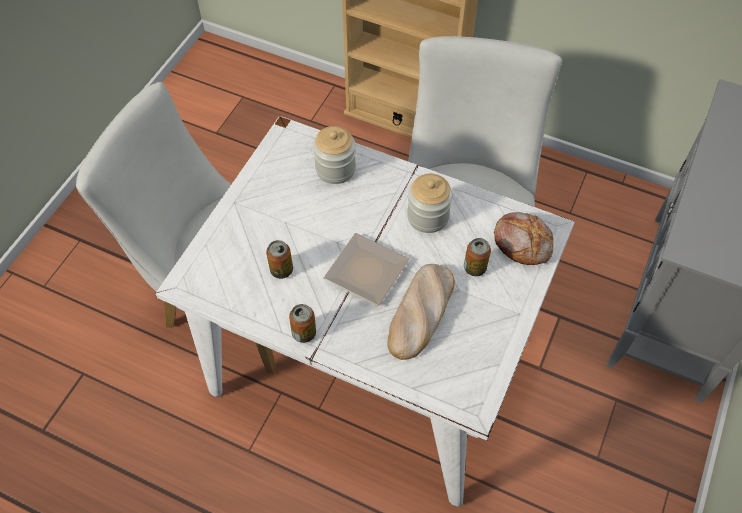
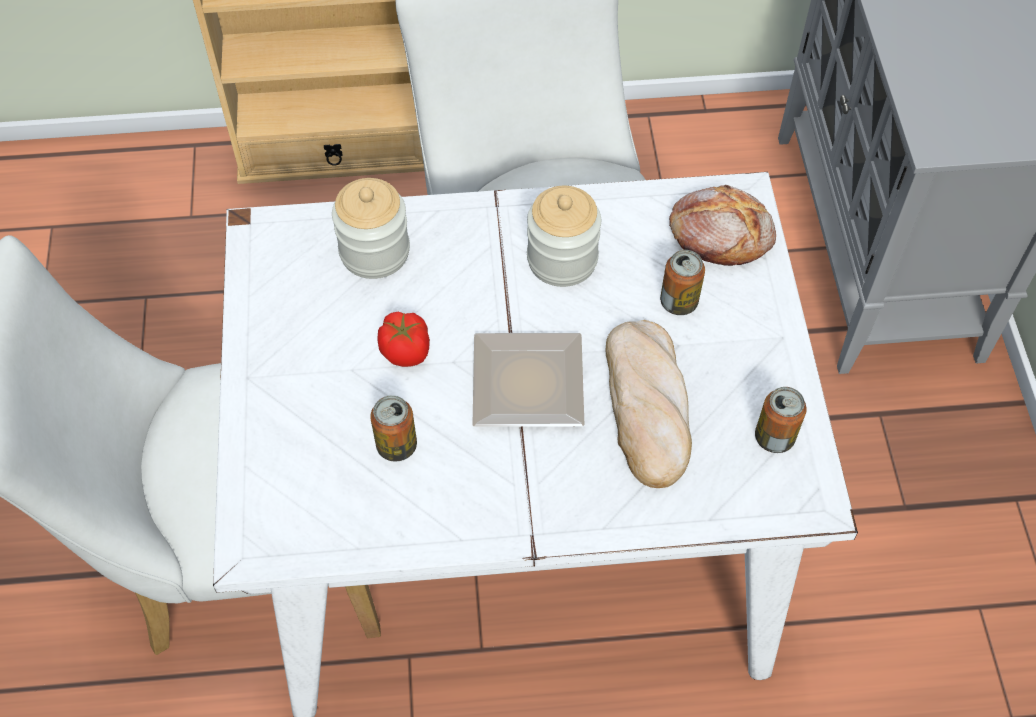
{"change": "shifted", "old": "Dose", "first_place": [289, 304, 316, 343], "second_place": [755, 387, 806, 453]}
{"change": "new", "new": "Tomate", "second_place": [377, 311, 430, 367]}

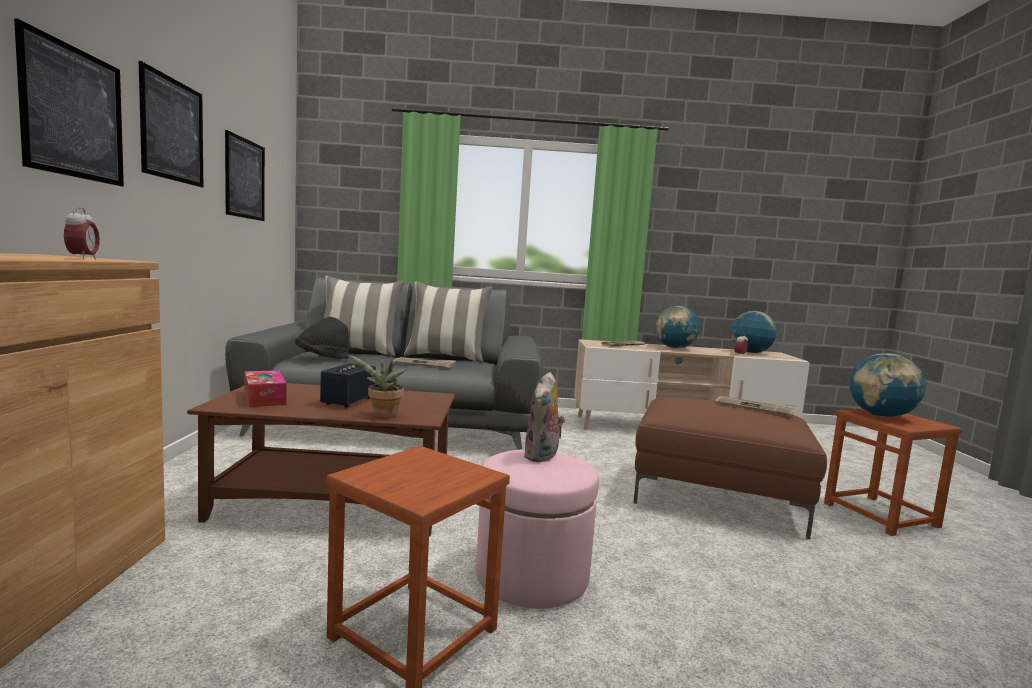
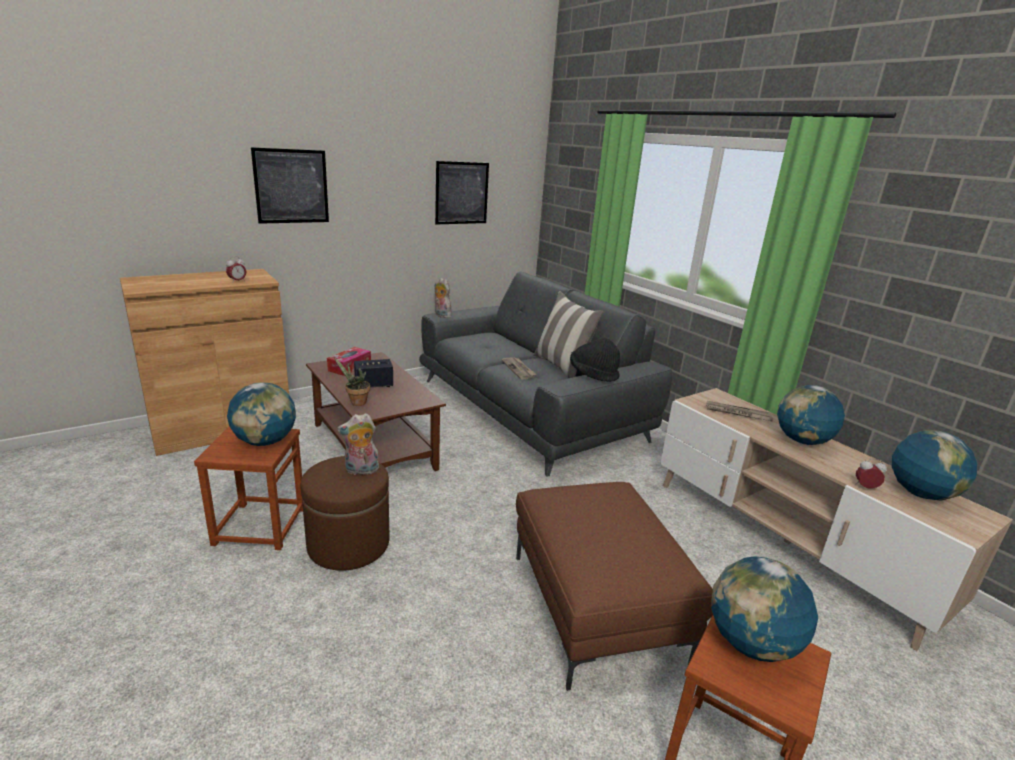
{"change": "gone", "old": "Bild", "first_place": [139, 61, 203, 187]}
{"change": "shifted", "old": "Hut [schwarz]", "first_place": [295, 317, 350, 359], "second_place": [570, 338, 620, 382]}
{"change": "gone", "old": "Kissen", "first_place": [324, 276, 404, 357]}
{"change": "repainted", "old": "Polsterhocker [rosa]", "new": "Polsterhocker [braun]", "first_place": [476, 449, 599, 609], "second_place": [300, 456, 389, 571]}
{"change": "gone", "old": "Zeitung", "first_place": [715, 396, 797, 416]}
{"change": "new", "new": "Globus", "second_place": [227, 382, 296, 446]}
{"change": "new", "new": "Plüschtier", "second_place": [435, 278, 452, 318]}

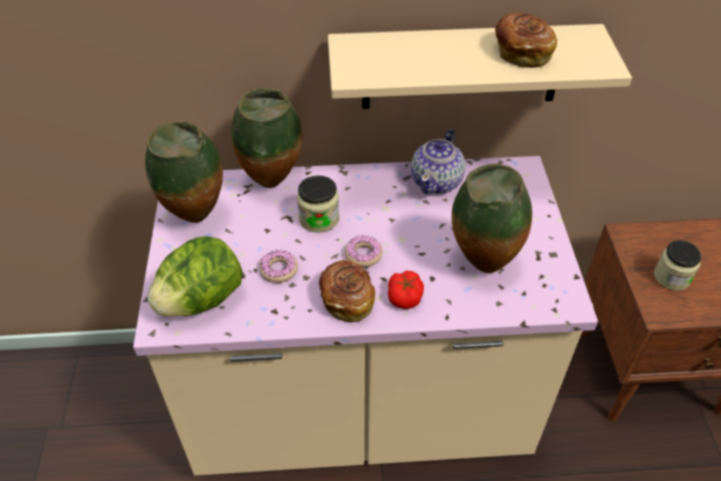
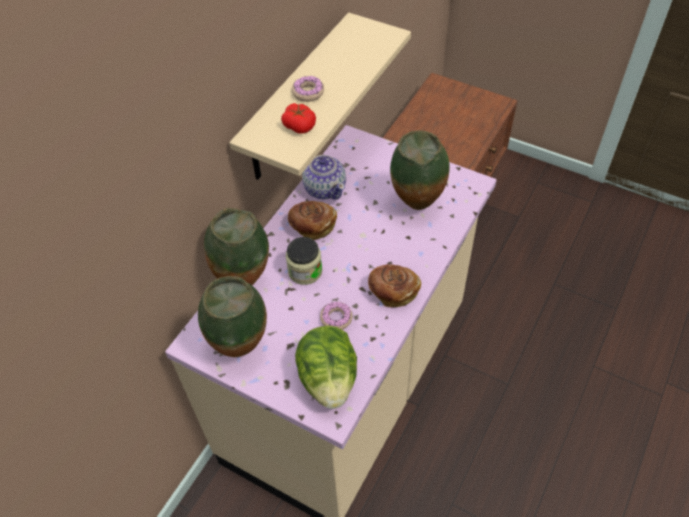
{"change": "shifted", "old": "Donut", "first_place": [345, 235, 383, 267], "second_place": [292, 75, 324, 102]}
{"change": "shifted", "old": "Tomate", "first_place": [388, 271, 424, 309], "second_place": [281, 103, 316, 134]}
{"change": "shifted", "old": "Brot", "first_place": [495, 13, 557, 68], "second_place": [288, 201, 337, 240]}
{"change": "gone", "old": "Vorratsglas", "first_place": [654, 240, 701, 291]}

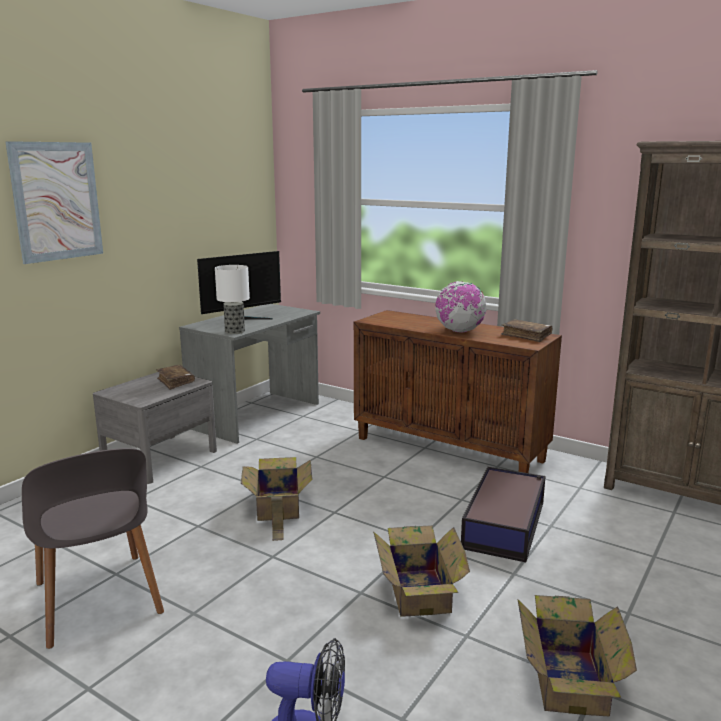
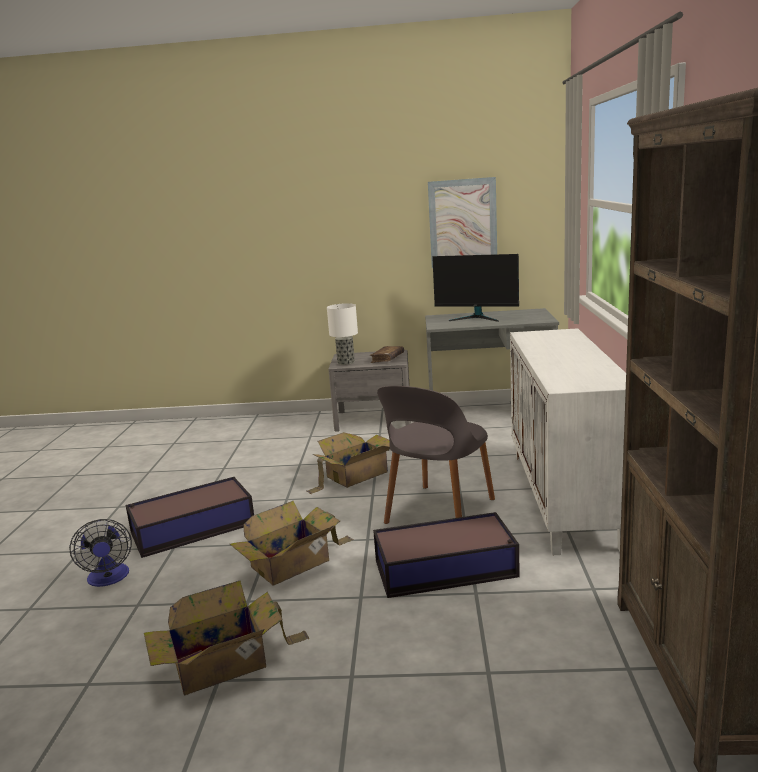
{"change": "shifted", "old": "Bild", "first_place": [5, 141, 103, 264], "second_place": [428, 177, 497, 268]}
{"change": "shifted", "old": "Stuhl [grau]", "first_place": [22, 448, 164, 649], "second_place": [377, 386, 495, 524]}
{"change": "shifted", "old": "Tischlampe", "first_place": [215, 265, 250, 334], "second_place": [327, 303, 358, 365]}
{"change": "repainted", "old": "Schrank [braun]", "new": "Schrank [weiß]", "first_place": [354, 310, 562, 473], "second_place": [510, 328, 626, 555]}
{"change": "gone", "old": "Globus", "first_place": [435, 281, 487, 333]}
{"change": "gone", "old": "Buch [braun]", "first_place": [501, 319, 552, 342]}
{"change": "new", "new": "Aufbewahrungsbox", "second_place": [126, 477, 254, 558]}

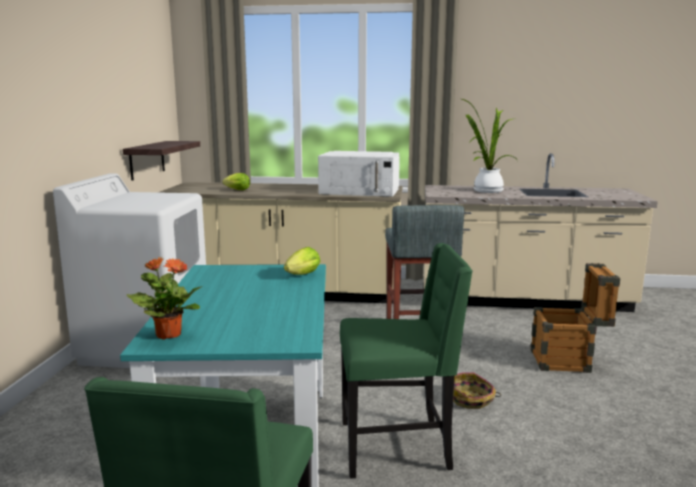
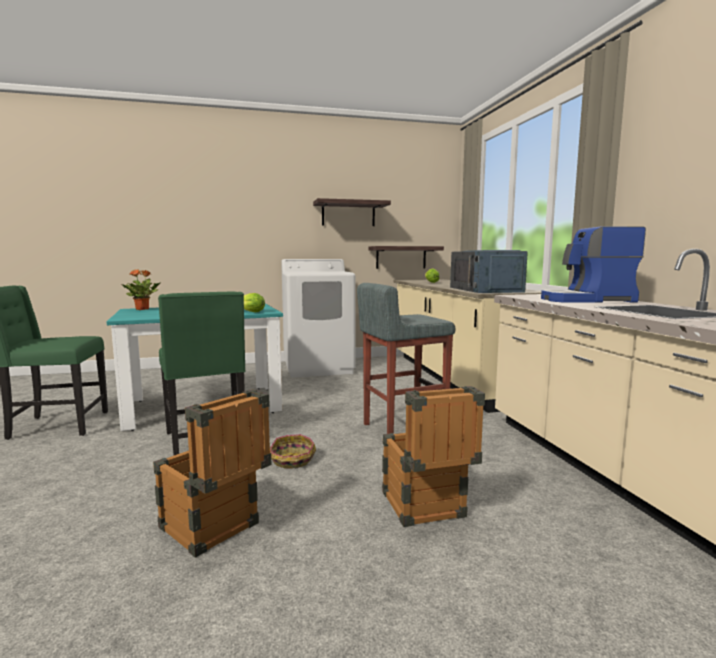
{"change": "repainted", "old": "Mikrowelle [weiß]", "new": "Mikrowelle [blau]", "first_place": [318, 151, 400, 197], "second_place": [450, 250, 528, 293]}
{"change": "swapped", "old": "Topfpflanze", "new": "Kaffeemaschine", "first_place": [462, 99, 517, 193], "second_place": [541, 226, 646, 303]}
{"change": "new", "new": "Kiste", "second_place": [153, 389, 271, 558]}
{"change": "new", "new": "Wandregal", "second_place": [313, 198, 391, 226]}

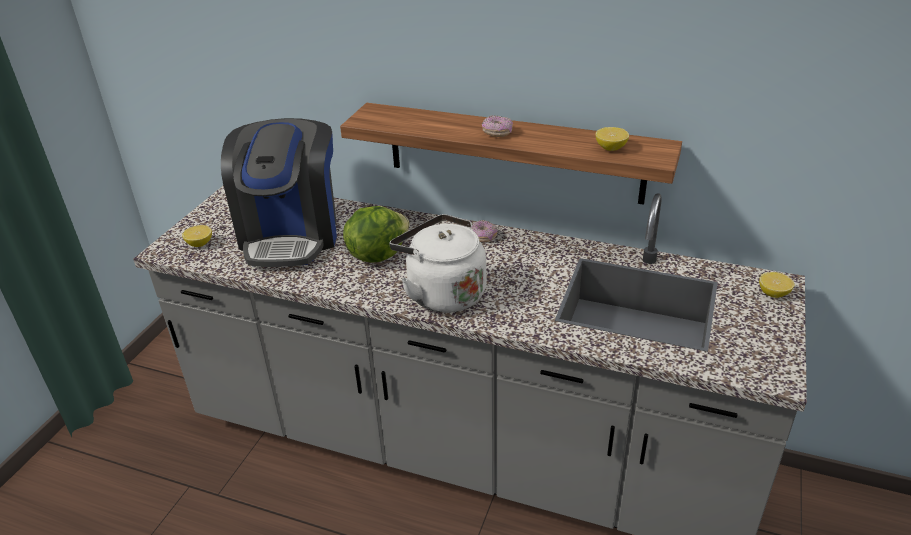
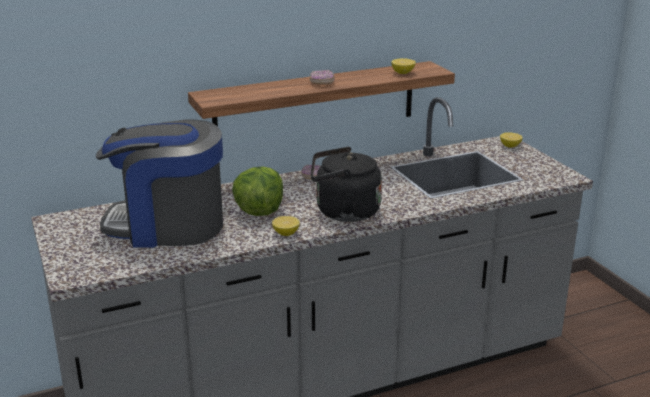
{"change": "shifted", "old": "Zitrone", "first_place": [182, 225, 212, 247], "second_place": [272, 216, 300, 236]}
{"change": "rotated", "old": "Kaffeemaschine", "first_place": [221, 118, 337, 267], "second_place": [96, 120, 223, 248], "degrees": 135}
{"change": "repainted", "old": "Wasserkessel [weiß]", "new": "Wasserkessel [schwarz]", "first_place": [389, 214, 486, 313], "second_place": [311, 147, 382, 222]}

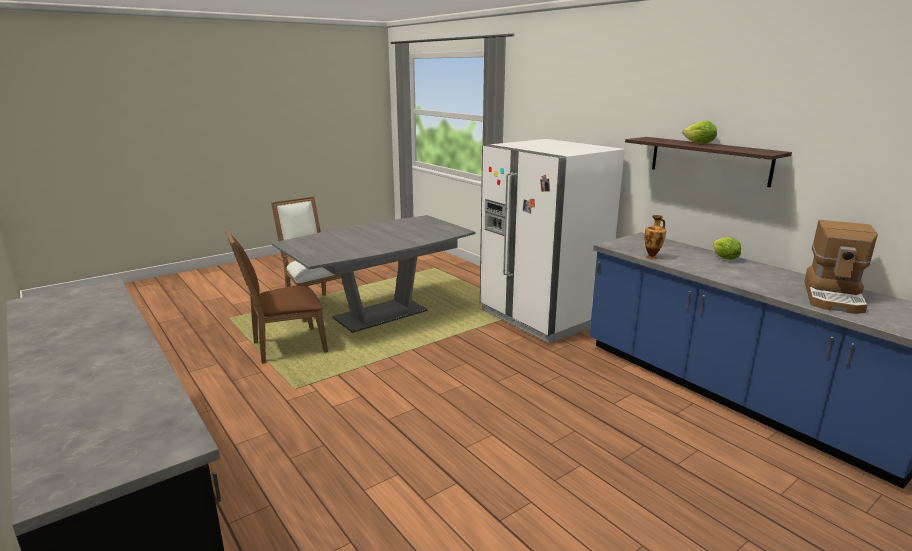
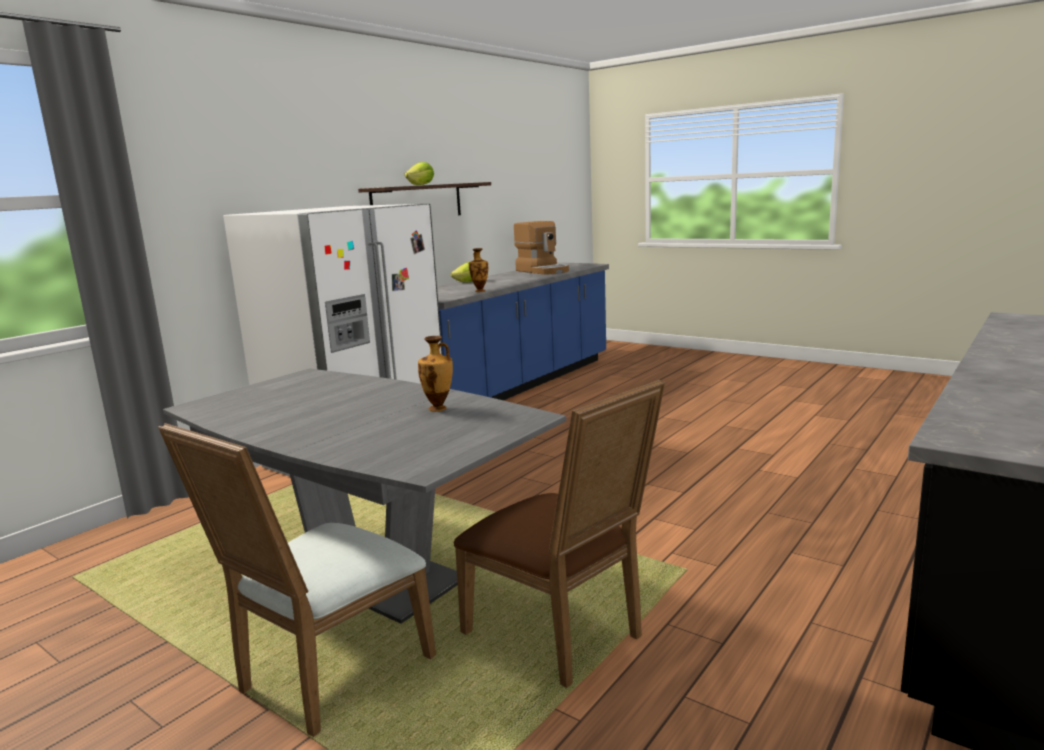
{"change": "rotated", "old": "Kaffeemaschine", "first_place": [804, 220, 878, 314], "second_place": [514, 221, 569, 275], "degrees": 45}
{"change": "new", "new": "Vase", "second_place": [418, 336, 453, 412]}

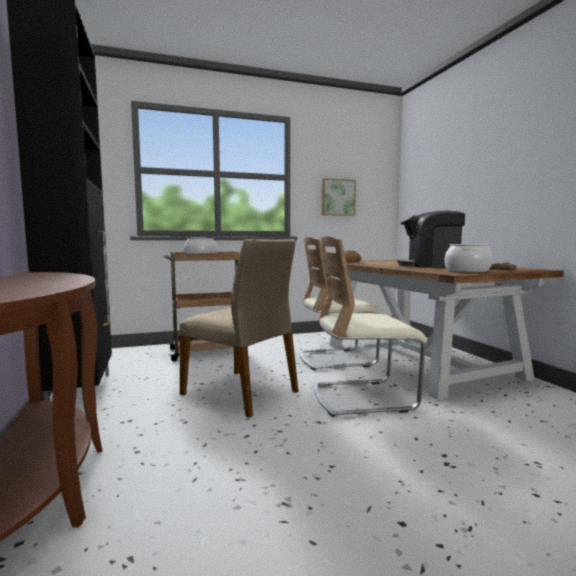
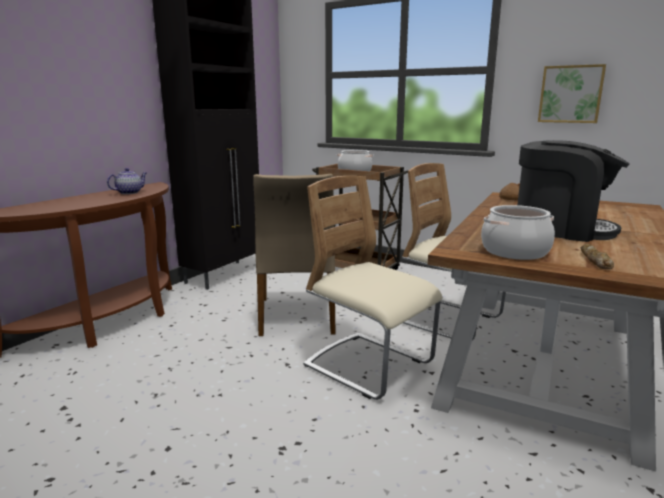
{"change": "rotated", "old": "Kaffeemaschine", "first_place": [397, 211, 465, 268], "second_place": [517, 140, 629, 242], "degrees": 150}
{"change": "new", "new": "Teekanne", "second_place": [107, 168, 146, 194]}

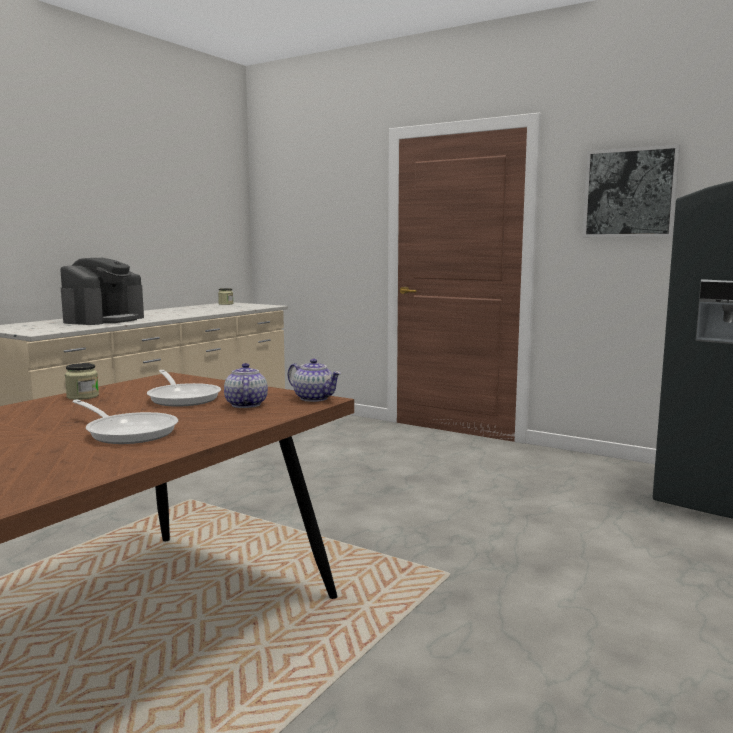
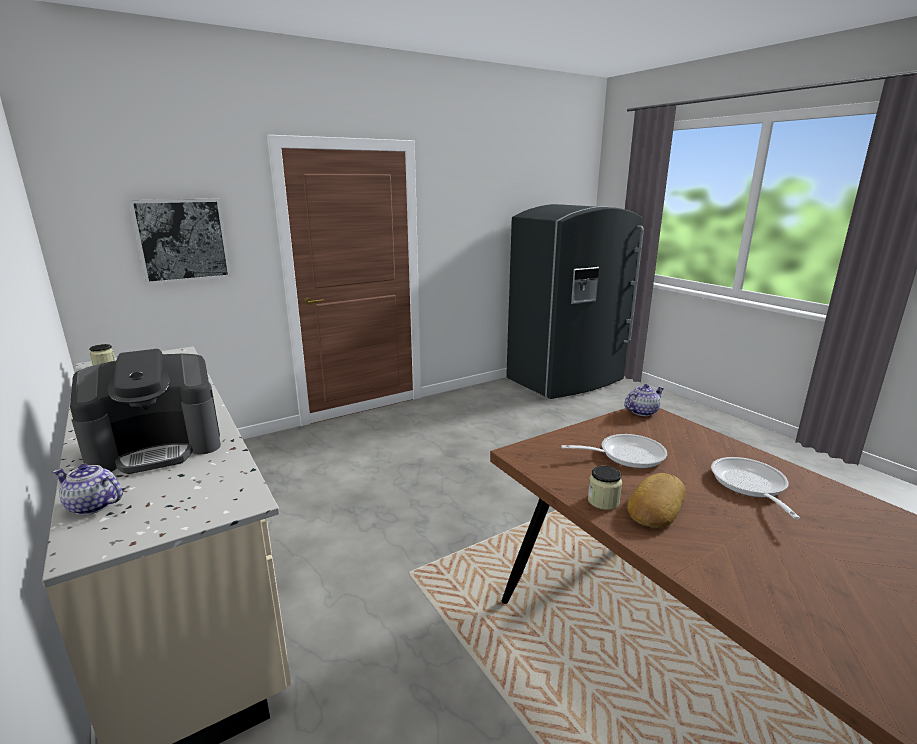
{"change": "rotated", "old": "Kaffeemaschine", "first_place": [60, 258, 144, 325], "second_place": [70, 349, 221, 474], "degrees": 105}
{"change": "rotated", "old": "Pfanne", "first_place": [72, 399, 178, 444], "second_place": [711, 457, 800, 519], "degrees": -60}
{"change": "shifted", "old": "Teekanne", "first_place": [224, 363, 268, 408], "second_place": [53, 464, 123, 515]}
{"change": "shifted", "old": "Bild", "first_place": [583, 144, 680, 237], "second_place": [129, 198, 231, 285]}
{"change": "new", "new": "Brot", "second_place": [627, 473, 686, 528]}

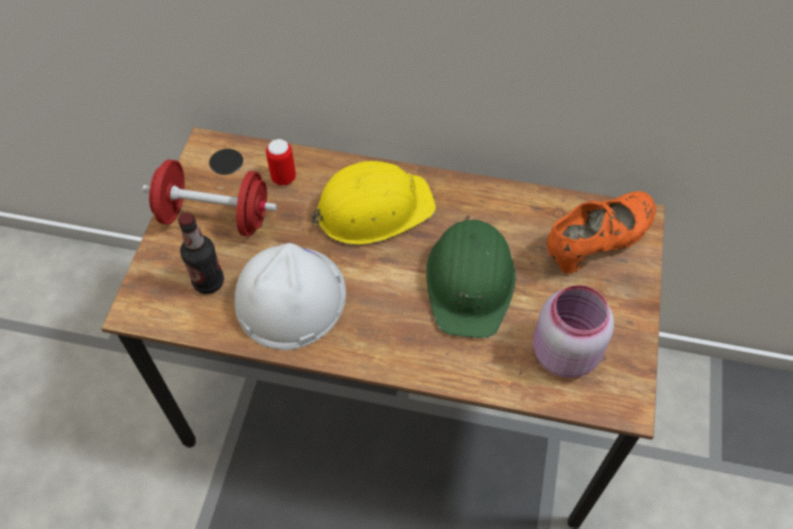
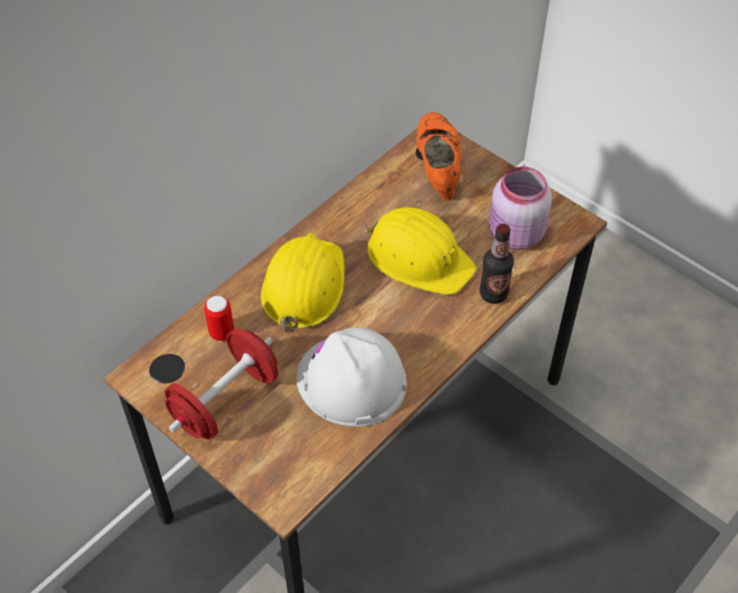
{"change": "shifted", "old": "Flasche", "first_place": [178, 213, 224, 294], "second_place": [480, 224, 514, 304]}
{"change": "repainted", "old": "Schutzhelm [grün]", "new": "Schutzhelm [gelb]", "first_place": [426, 215, 516, 338], "second_place": [365, 207, 476, 295]}

